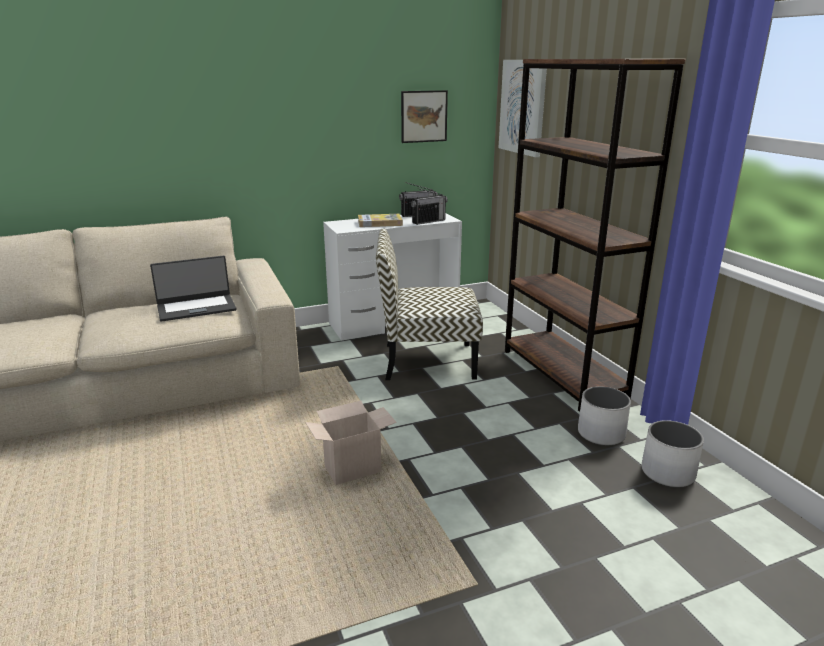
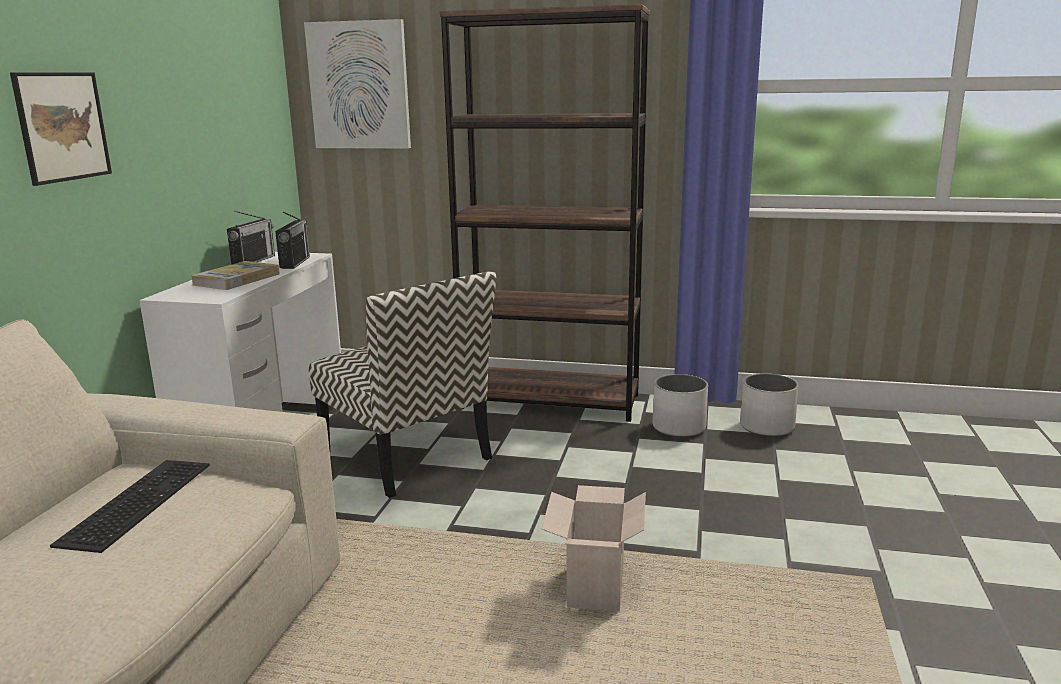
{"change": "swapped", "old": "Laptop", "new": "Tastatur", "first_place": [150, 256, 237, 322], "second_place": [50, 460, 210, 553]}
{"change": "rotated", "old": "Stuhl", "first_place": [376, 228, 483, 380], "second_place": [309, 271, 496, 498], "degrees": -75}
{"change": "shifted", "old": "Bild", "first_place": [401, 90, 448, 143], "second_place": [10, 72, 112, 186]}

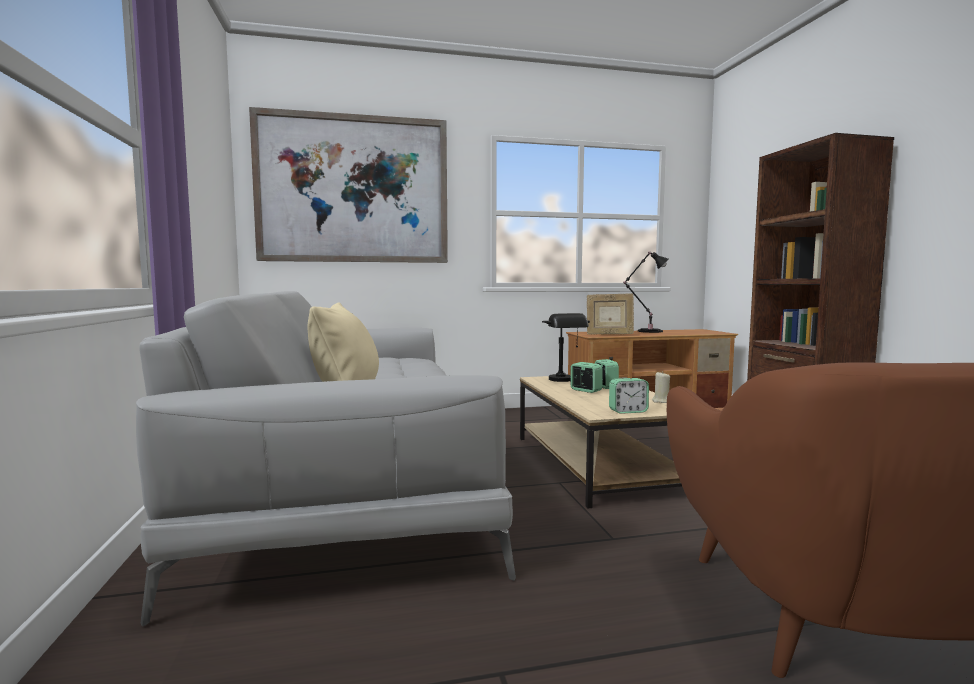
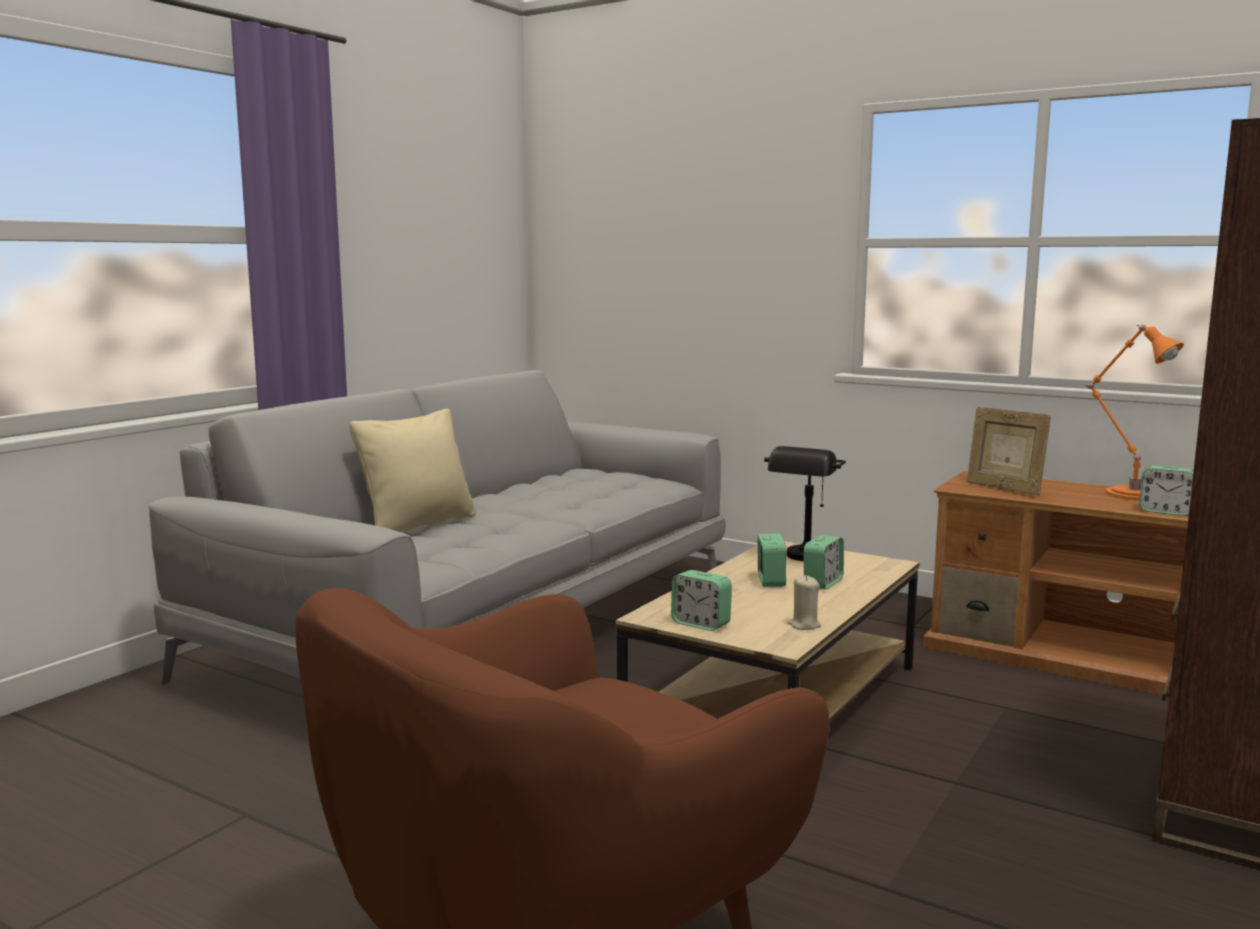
{"change": "gone", "old": "Bild", "first_place": [249, 107, 448, 263]}
{"change": "repainted", "old": "Tischlampe [schwarz]", "new": "Tischlampe [orange]", "first_place": [623, 252, 668, 333], "second_place": [1084, 325, 1184, 501]}
{"change": "new", "new": "Wecker", "second_place": [1139, 465, 1194, 516]}

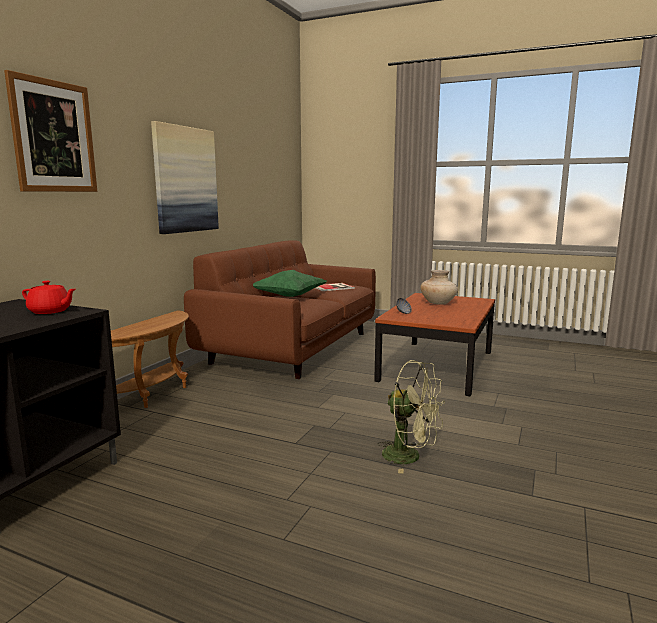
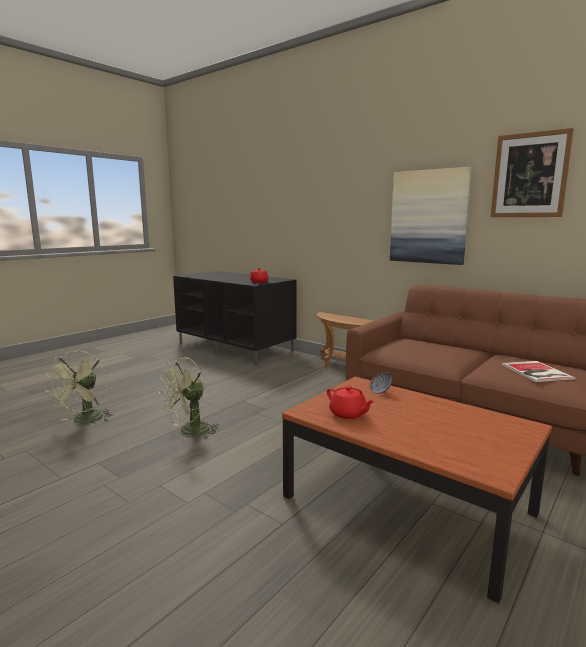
{"change": "shifted", "old": "Bild", "first_place": [4, 70, 97, 192], "second_place": [490, 128, 574, 217]}
{"change": "gone", "old": "Kissen [grün]", "first_place": [253, 270, 327, 297]}
{"change": "gone", "old": "Vase [beige]", "first_place": [420, 270, 458, 305]}
{"change": "new", "new": "Ventilator [grün]", "second_place": [46, 350, 113, 423]}
{"change": "new", "new": "Teekanne [rot]", "second_place": [327, 386, 375, 419]}

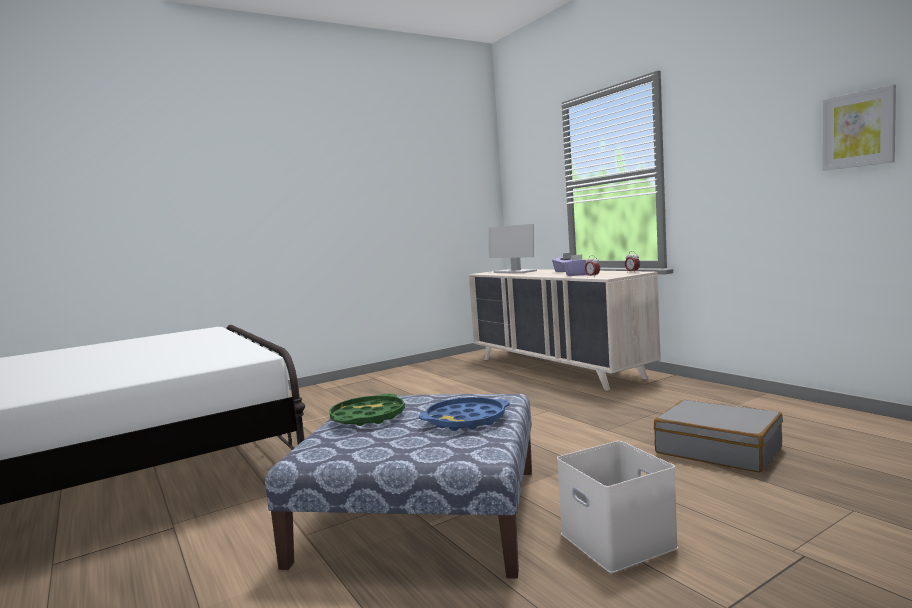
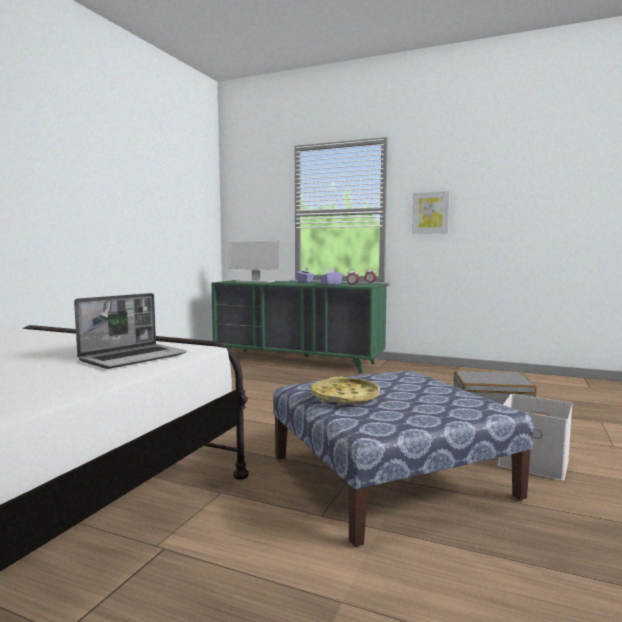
{"change": "repainted", "old": "Tablett [grün]", "new": "Tablett [gelb]", "first_place": [329, 394, 405, 426], "second_place": [311, 377, 380, 405]}
{"change": "gone", "old": "Tablett [blau]", "first_place": [419, 397, 510, 431]}
{"change": "repainted", "old": "Kommode [beige]", "new": "Kommode [grün]", "first_place": [469, 269, 661, 391], "second_place": [211, 280, 387, 374]}
{"change": "shifted", "old": "Bild", "first_place": [823, 84, 896, 171], "second_place": [412, 191, 450, 234]}
{"change": "new", "new": "Laptop", "second_place": [74, 293, 187, 369]}

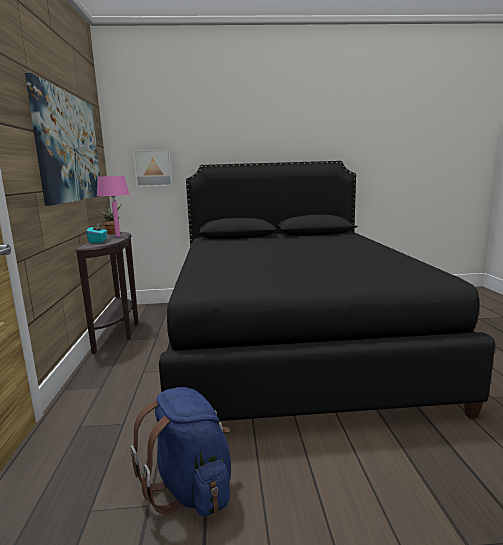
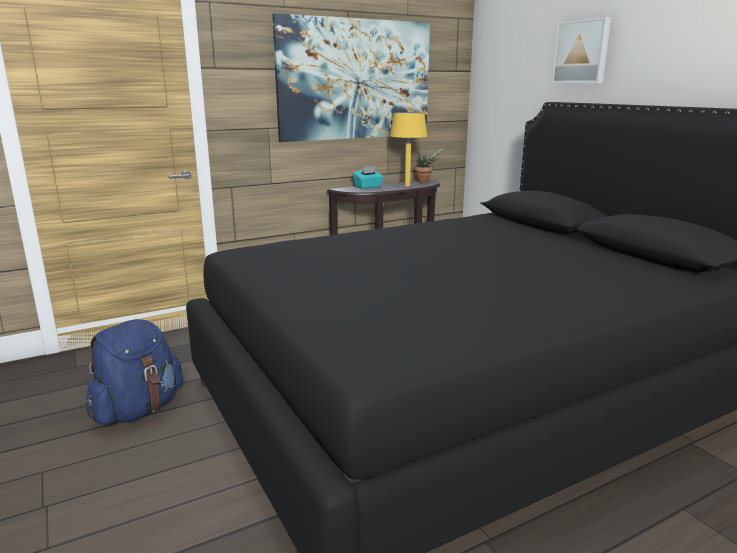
{"change": "repainted", "old": "Tischlampe [rosa]", "new": "Tischlampe [gelb]", "first_place": [97, 176, 130, 237], "second_place": [390, 112, 427, 186]}
{"change": "shifted", "old": "Bild", "first_place": [133, 149, 173, 187], "second_place": [552, 17, 611, 83]}

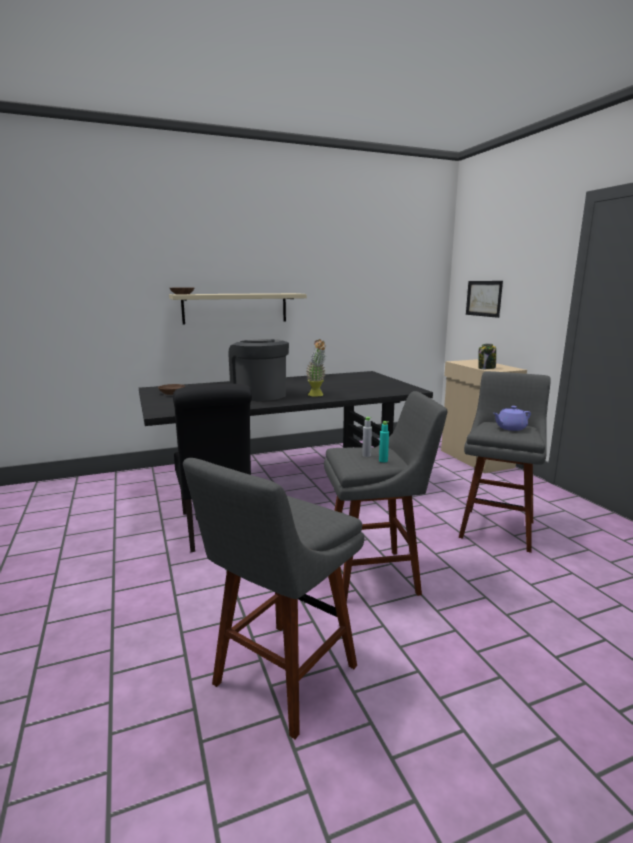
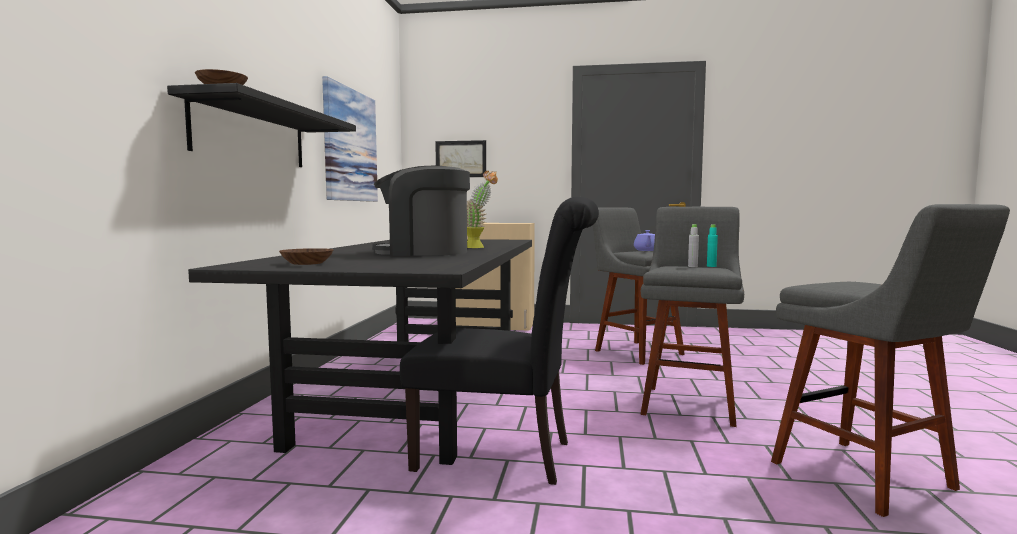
{"change": "repainted", "old": "Wandregal [beige]", "new": "Wandregal [schwarz]", "first_place": [169, 293, 307, 324], "second_place": [167, 83, 356, 167]}
{"change": "gone", "old": "Vorratsglas", "first_place": [478, 344, 496, 369]}
{"change": "new", "new": "Bild", "second_place": [322, 76, 378, 202]}

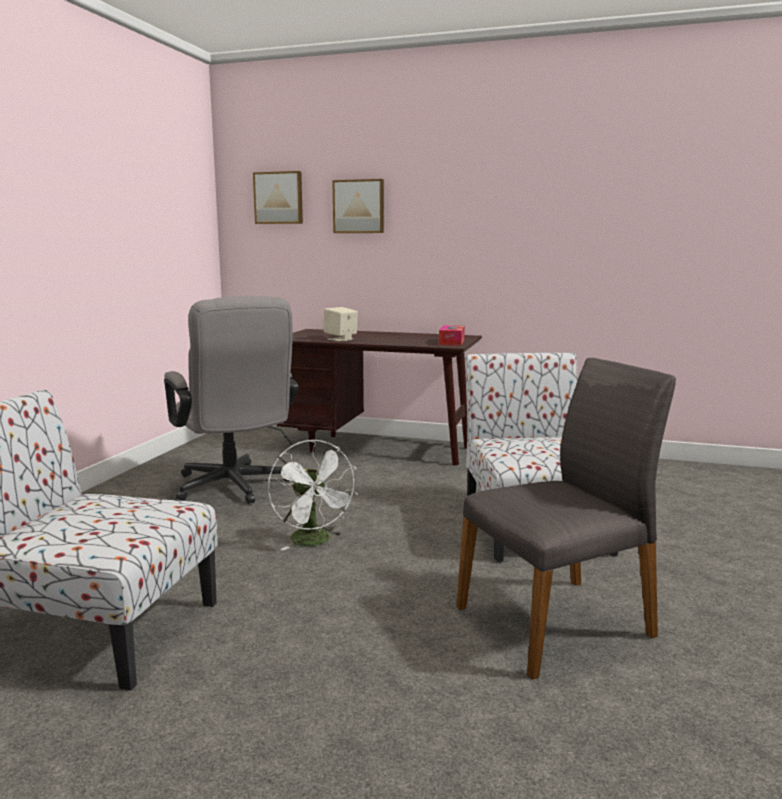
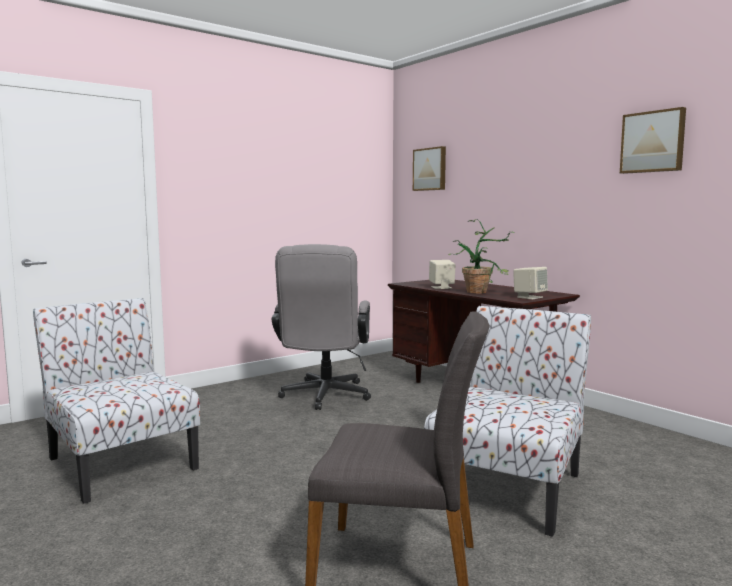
{"change": "gone", "old": "Ventilator [weiß]", "first_place": [268, 439, 358, 550]}
{"change": "shifted", "old": "Bild", "first_place": [332, 179, 384, 233], "second_place": [620, 107, 686, 174]}
{"change": "swapped", "old": "Taschentuchbox", "new": "Lautsprecher [beige]", "first_place": [439, 325, 465, 345], "second_place": [513, 267, 548, 300]}
{"change": "new", "new": "Topfpflanze", "second_place": [448, 219, 516, 293]}

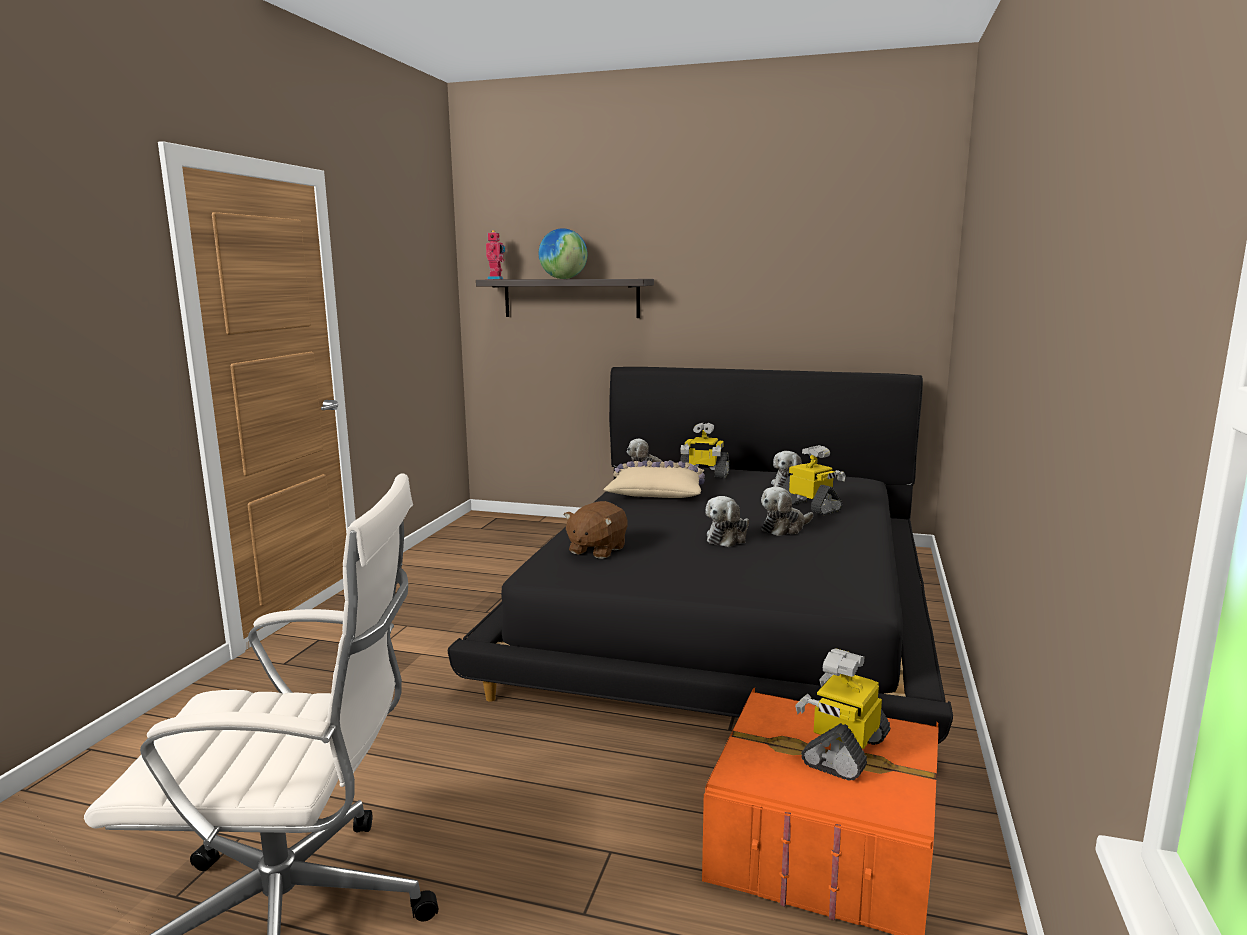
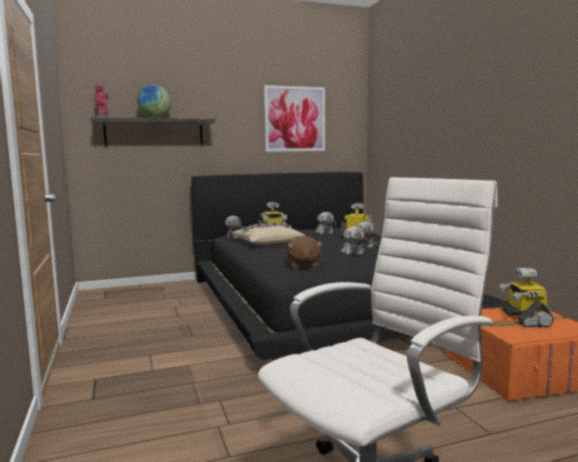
{"change": "new", "new": "Bild", "second_place": [264, 85, 325, 152]}

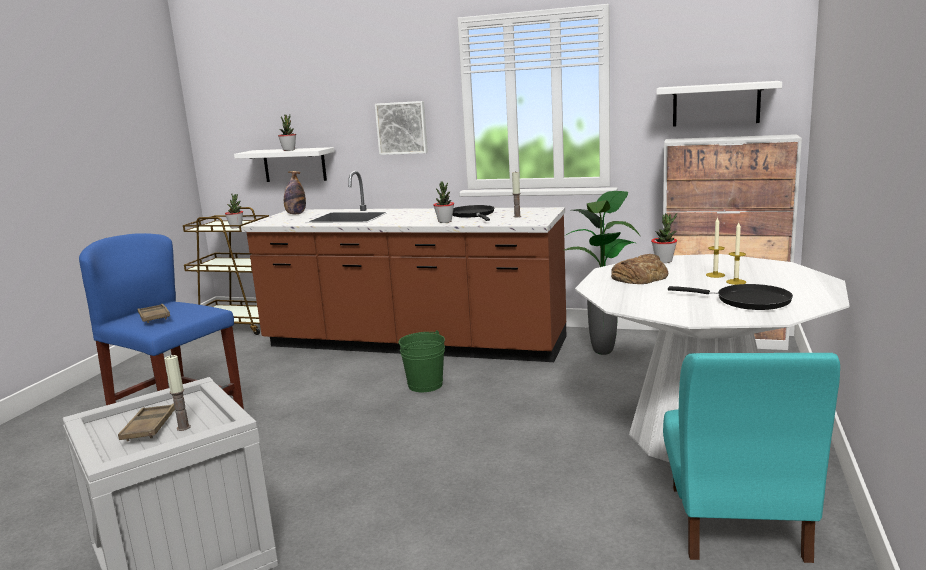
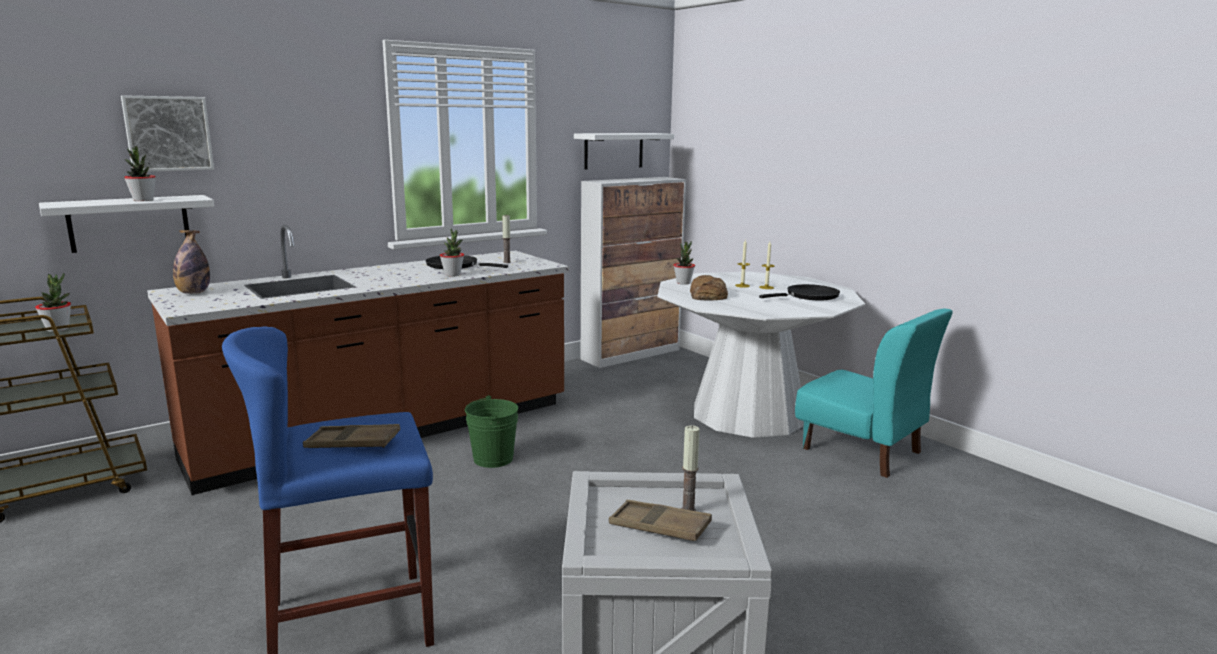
{"change": "shifted", "old": "Bild", "first_place": [375, 101, 428, 155], "second_place": [121, 95, 214, 172]}
{"change": "gone", "old": "Topfpflanze", "first_place": [564, 191, 640, 355]}

